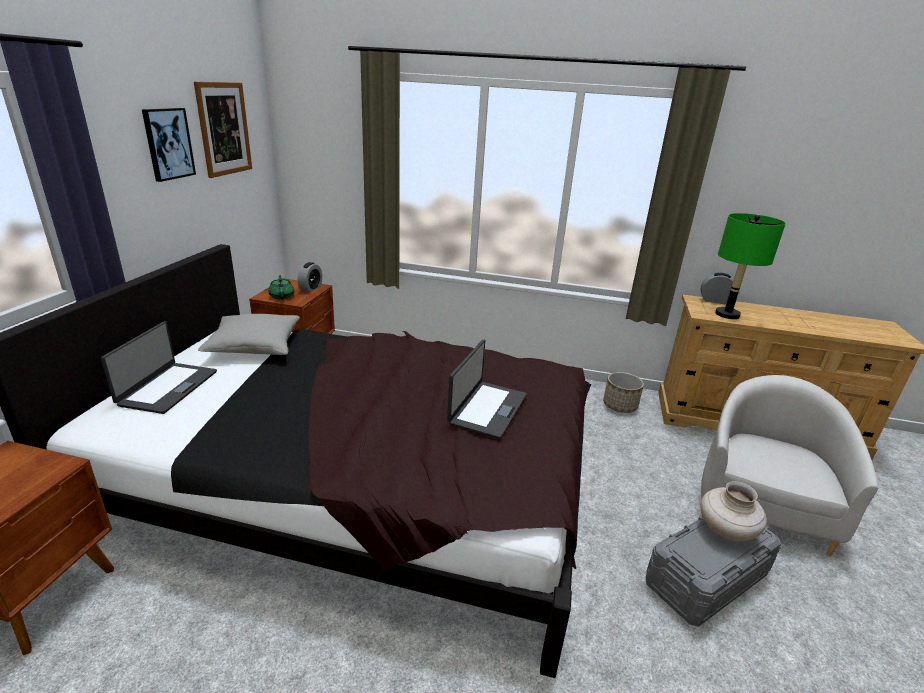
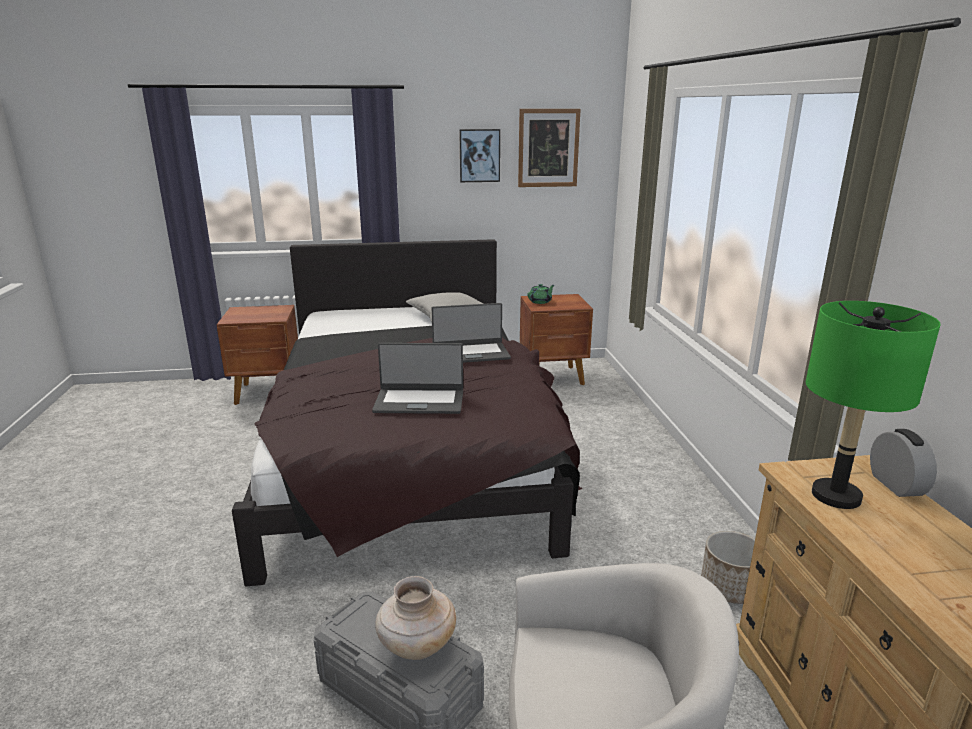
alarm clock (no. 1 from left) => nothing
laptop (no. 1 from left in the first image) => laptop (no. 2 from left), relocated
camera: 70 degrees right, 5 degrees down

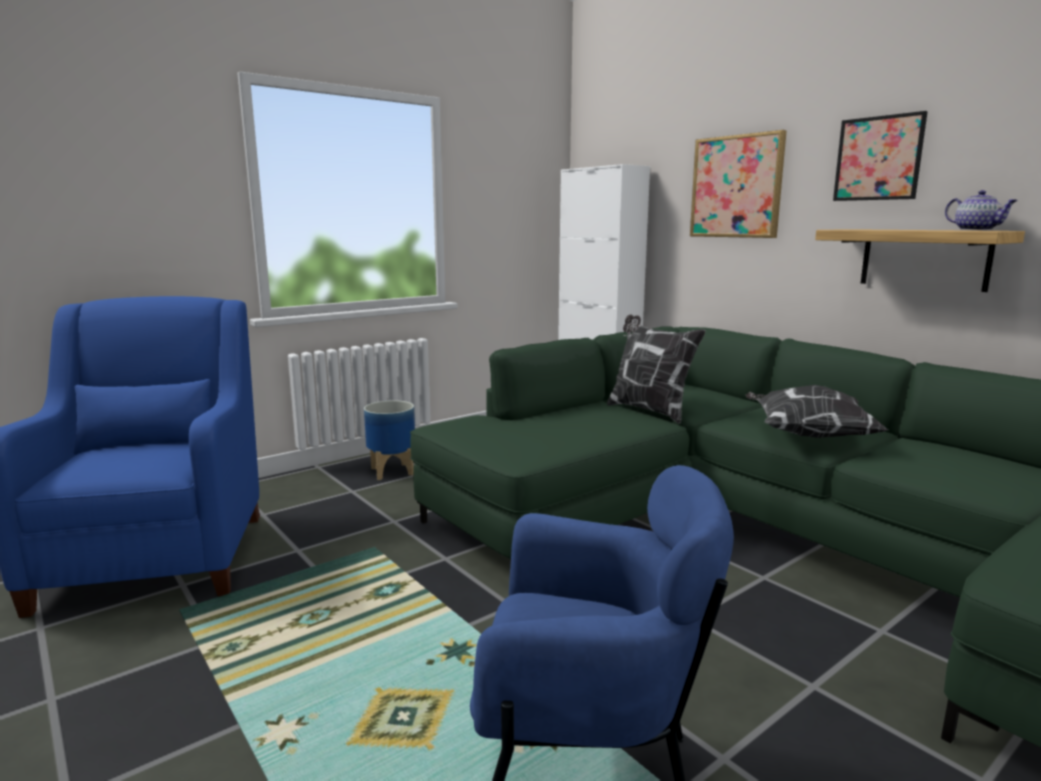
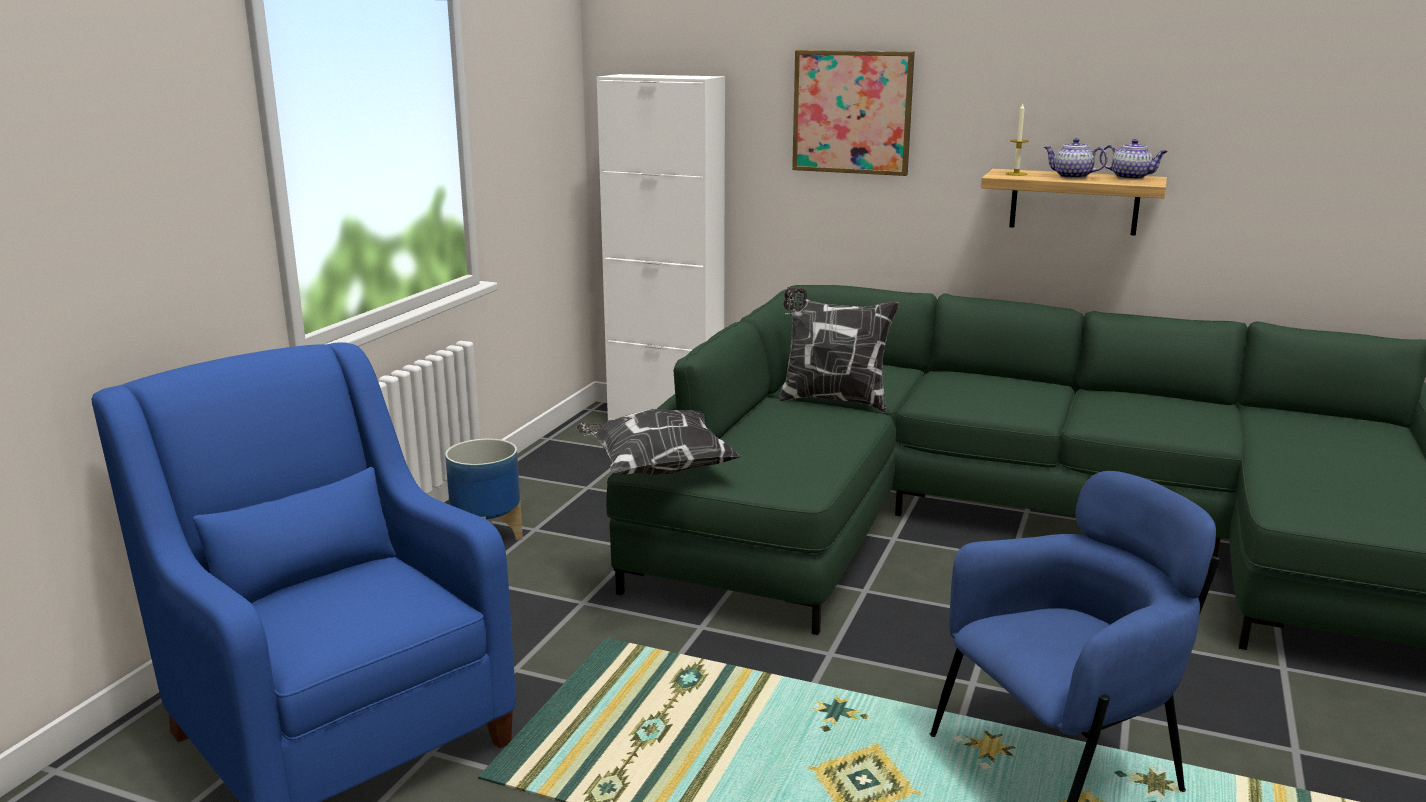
picture (no. 2 from left) => nothing
pillow (no. 2 from left in the first image) => pillow (no. 1 from left), relocated
nothing => candle
nothing => teapot (no. 1 from left)
camera: 30 degrees left, 5 degrees up

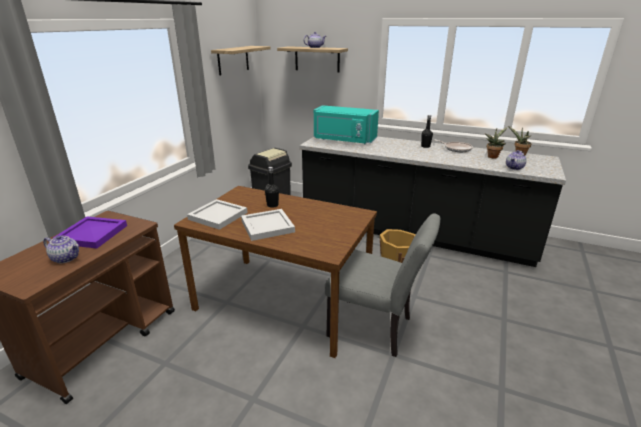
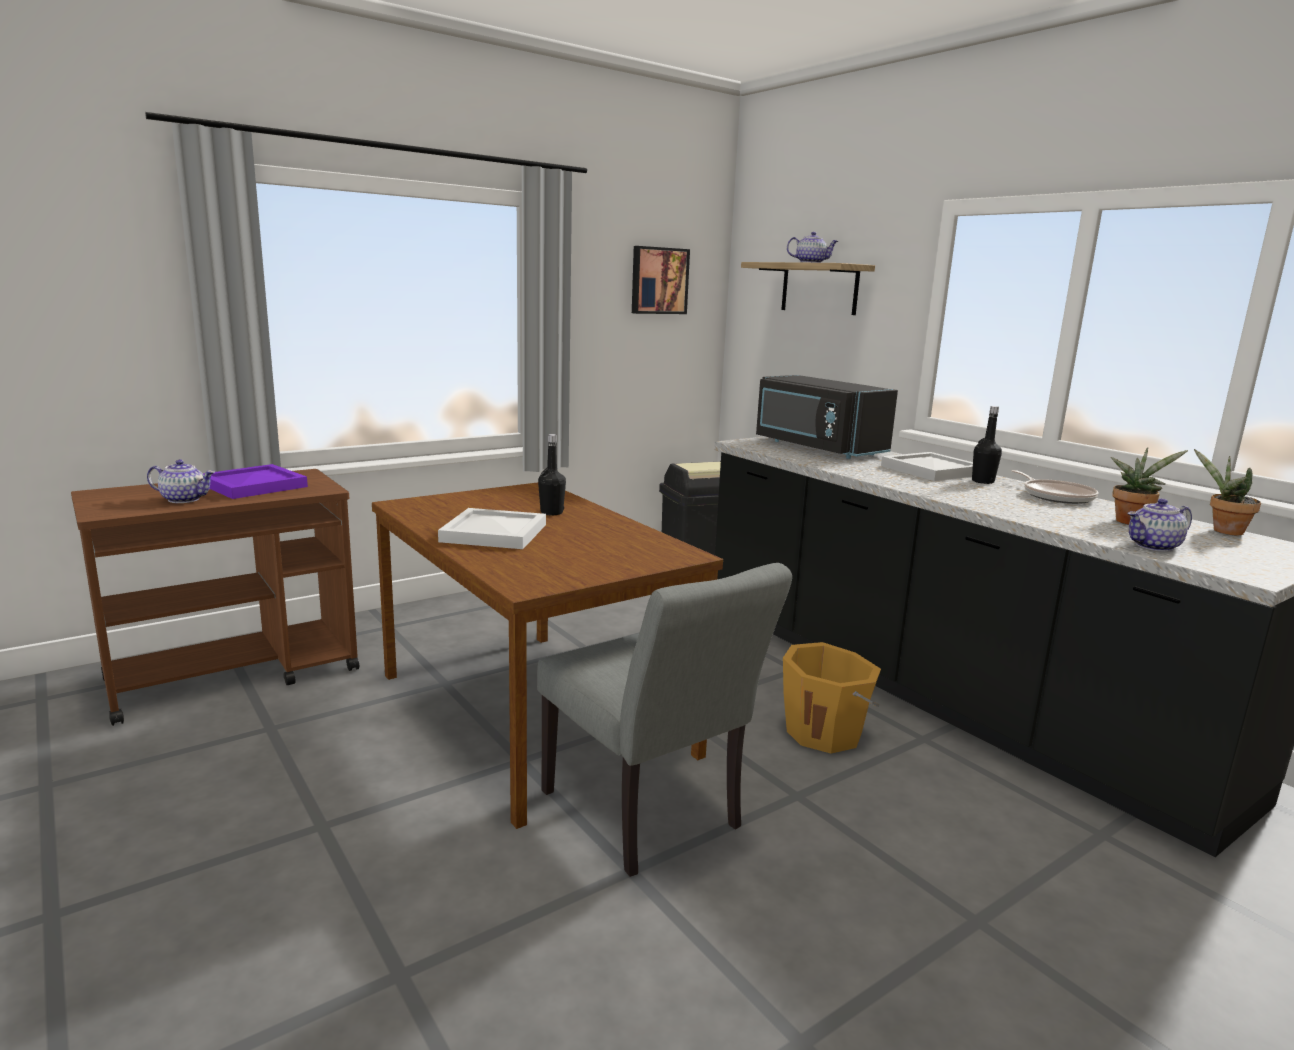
shelf (no. 1 from left) => picture
turquoise microwave => black microwave
white tray (no. 1 from left in the first image) => white tray (no. 2 from left), relocated
teapot (no. 1 from left), 45 degrees counterclockwise
camera: 30 degrees right, 10 degrees down

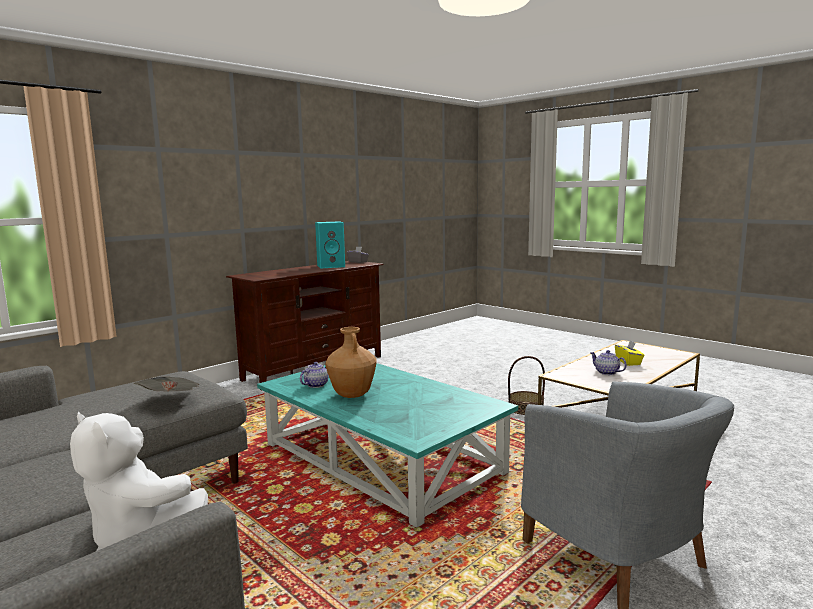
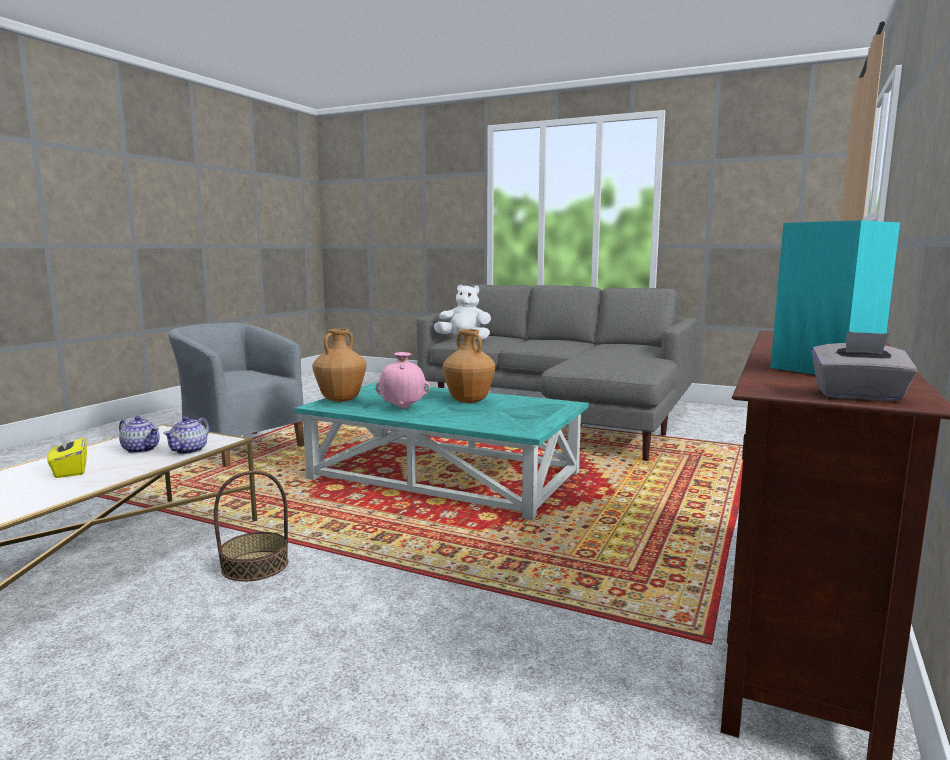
teapot (no. 1 from left in the first image) => teapot (no. 2 from left), relocated
newspaper => nothing
nothing => brown vase (no. 1 from left)
nothing => pink vase
camera: 160 degrees right, 0 degrees up

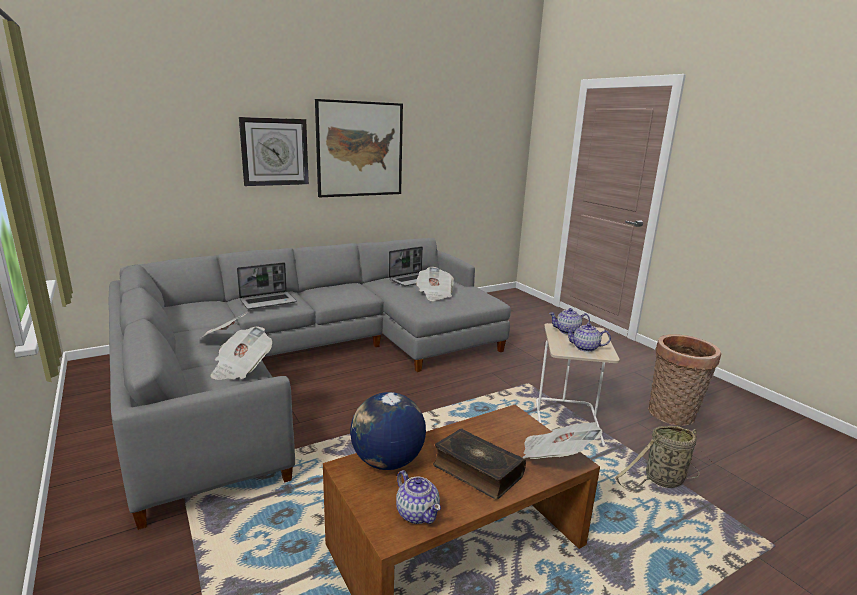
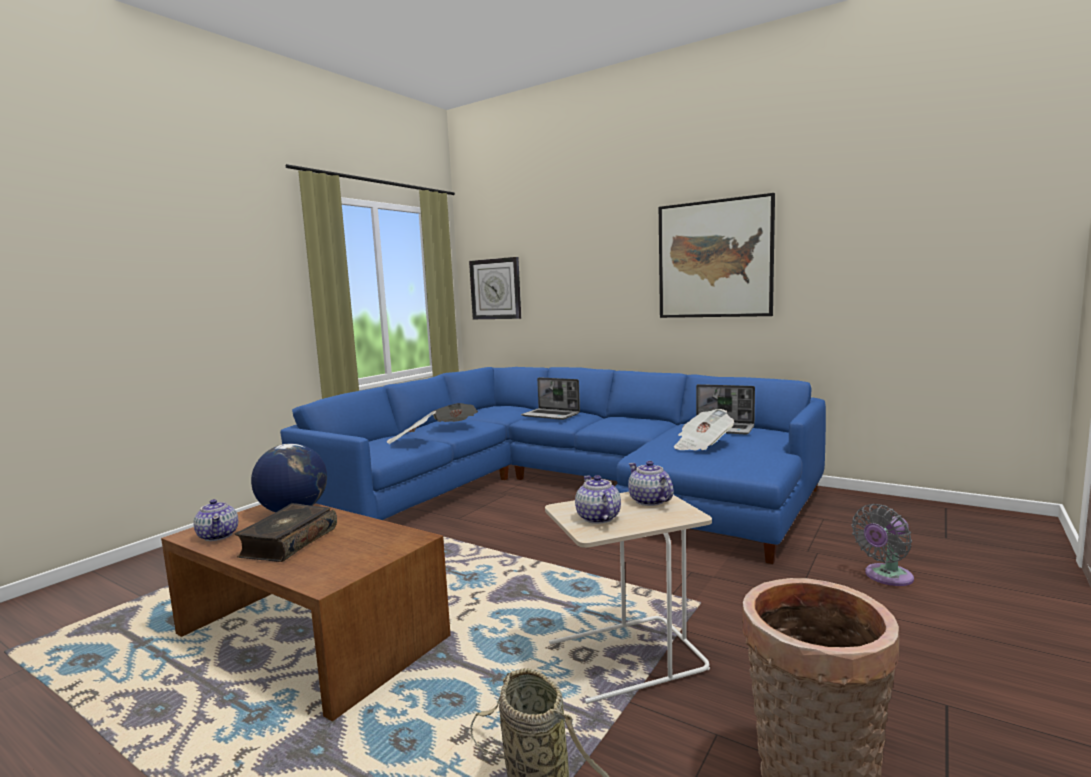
wall clock, relocated
grey sofa => blue sofa
newspaper (no. 4 from left) => nothing
teapot (no. 1 from left), 60 degrees counterclockwise
nothing => grey fan
camera: 65 degrees right, 10 degrees down

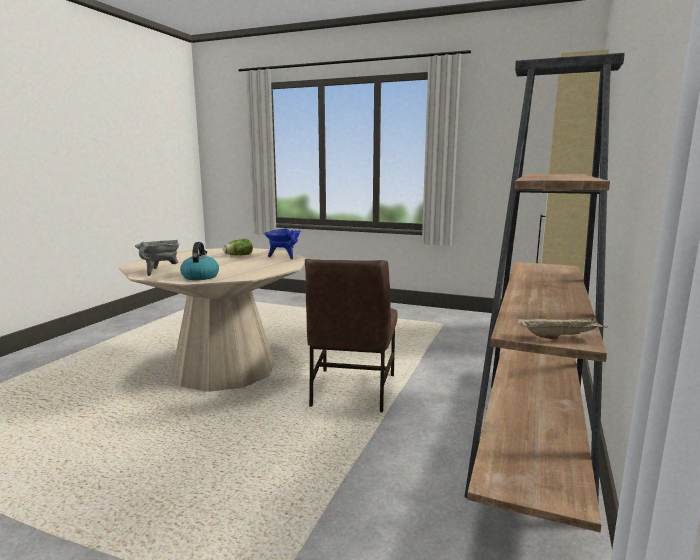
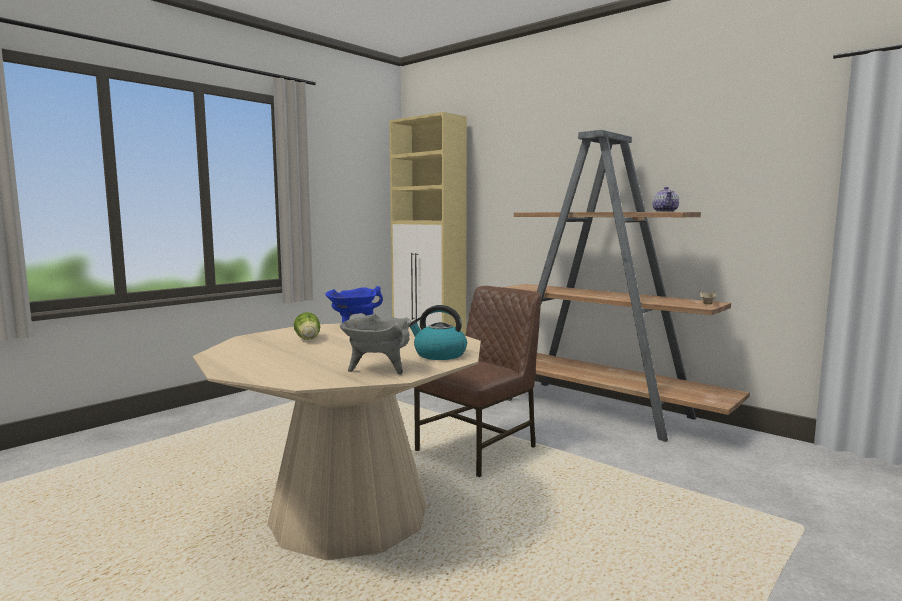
brown chair, 75 degrees counterclockwise
nothing => teapot
camera: 70 degrees left, 5 degrees down

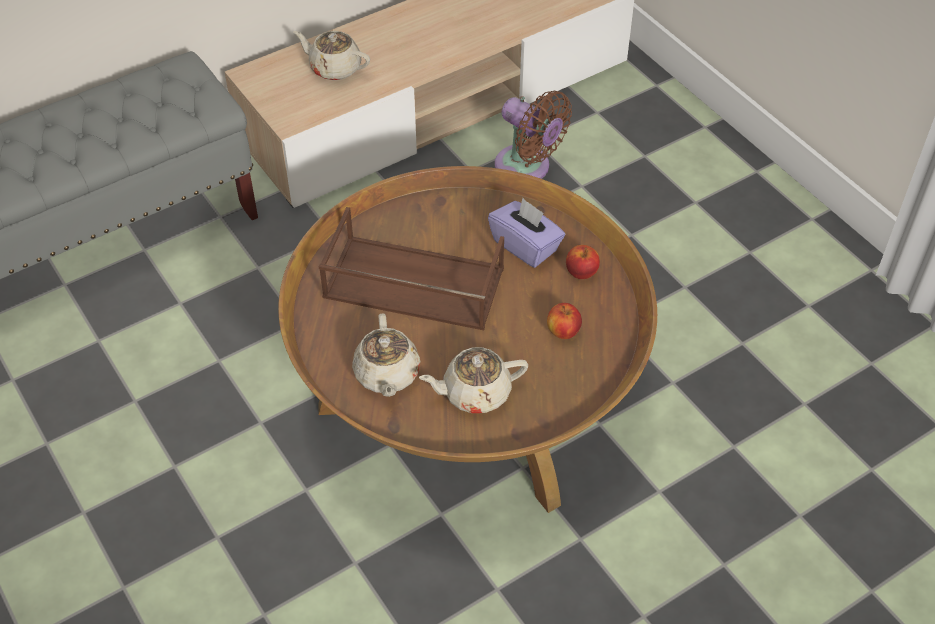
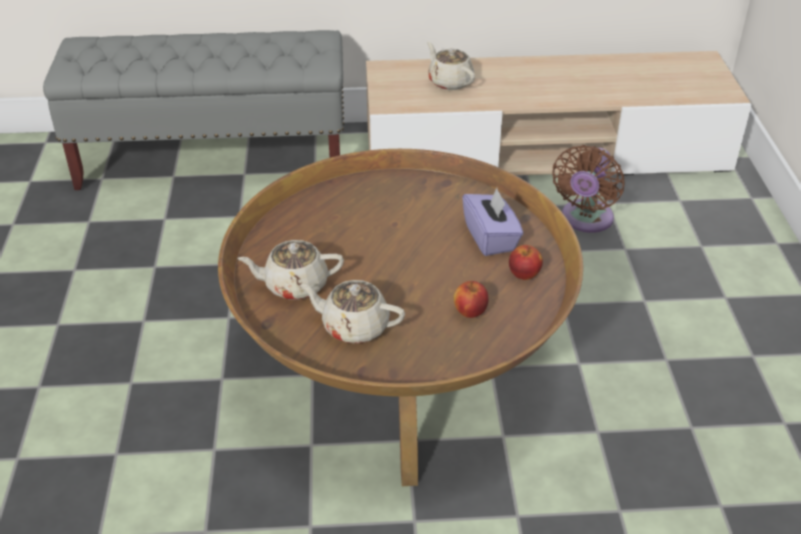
brown fan, 45 degrees clockwise
brown tray => nothing
beige teapot (no. 2 from left in the first image) => beige teapot (no. 1 from left), 60 degrees clockwise
camera: 30 degrees right, 10 degrees down

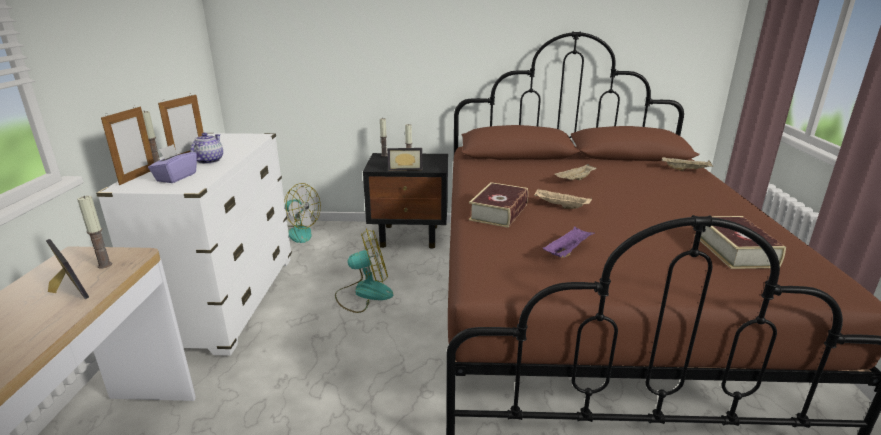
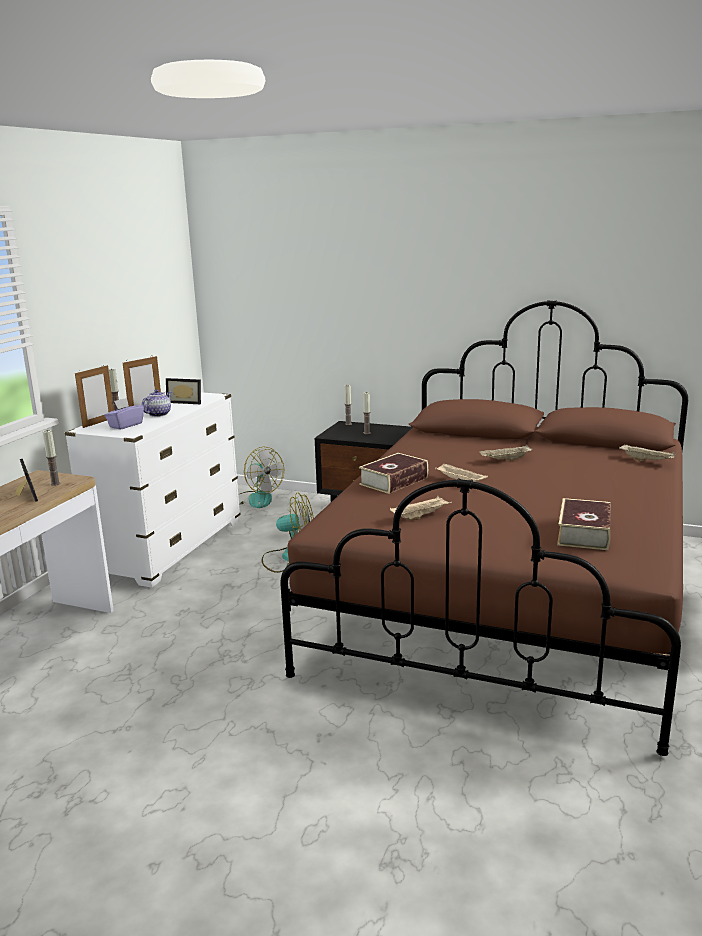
picture frame (no. 4 from left), relocated
purple tray => beige tray (no. 1 from left)
camera: 20 degrees right, 5 degrees down

